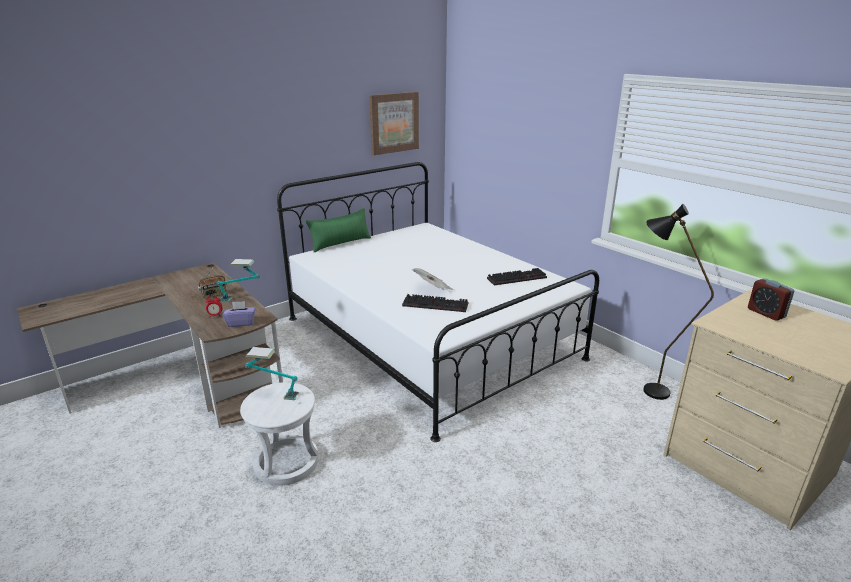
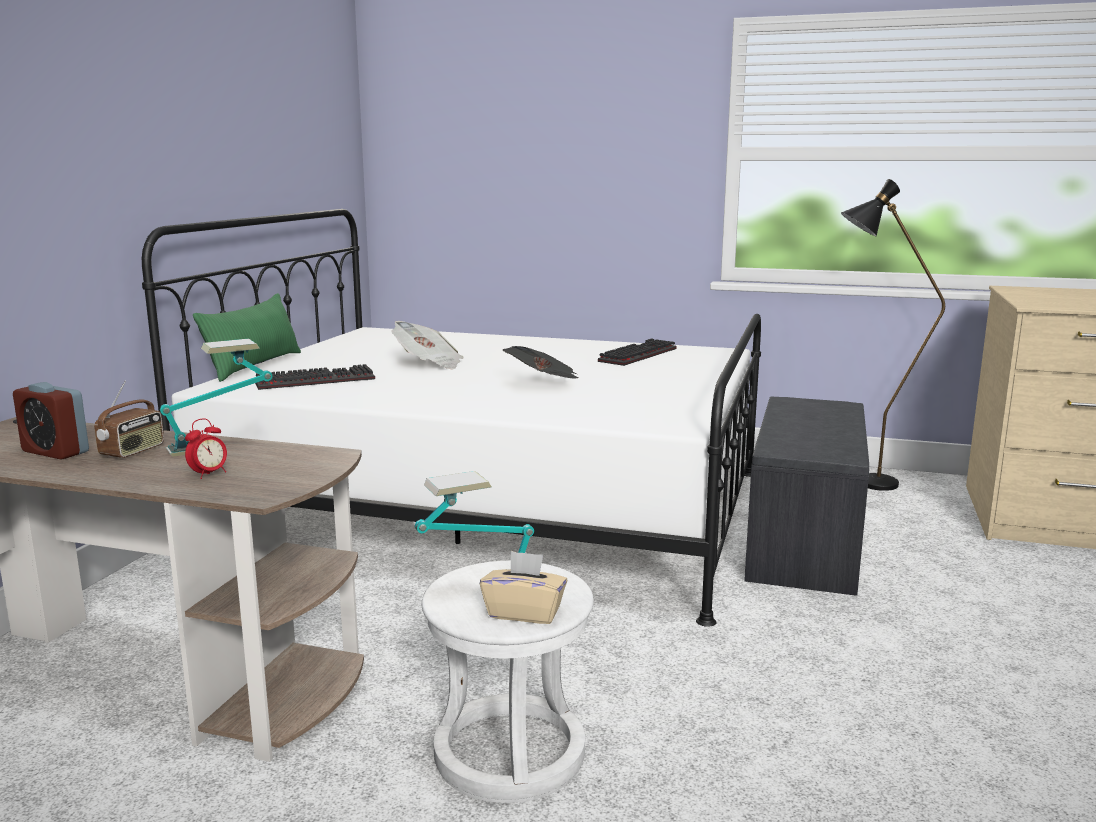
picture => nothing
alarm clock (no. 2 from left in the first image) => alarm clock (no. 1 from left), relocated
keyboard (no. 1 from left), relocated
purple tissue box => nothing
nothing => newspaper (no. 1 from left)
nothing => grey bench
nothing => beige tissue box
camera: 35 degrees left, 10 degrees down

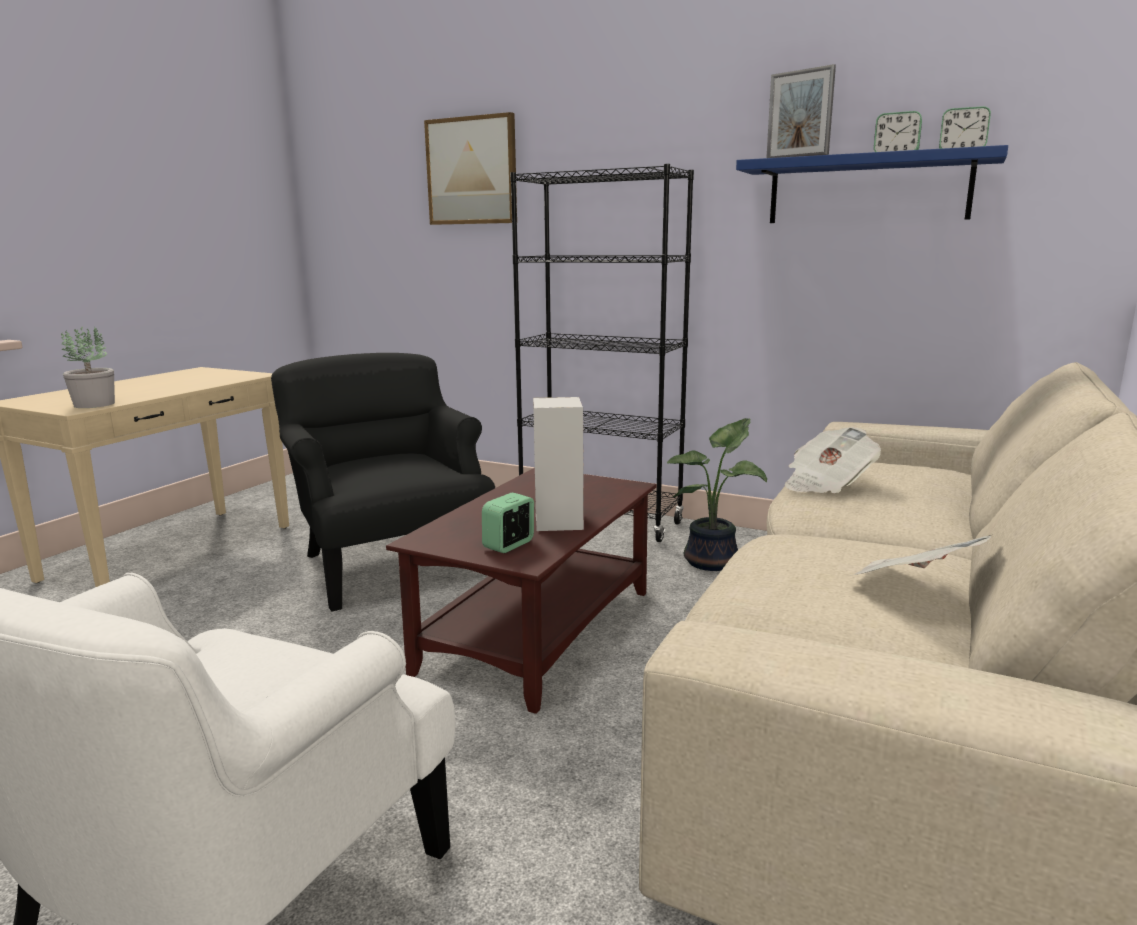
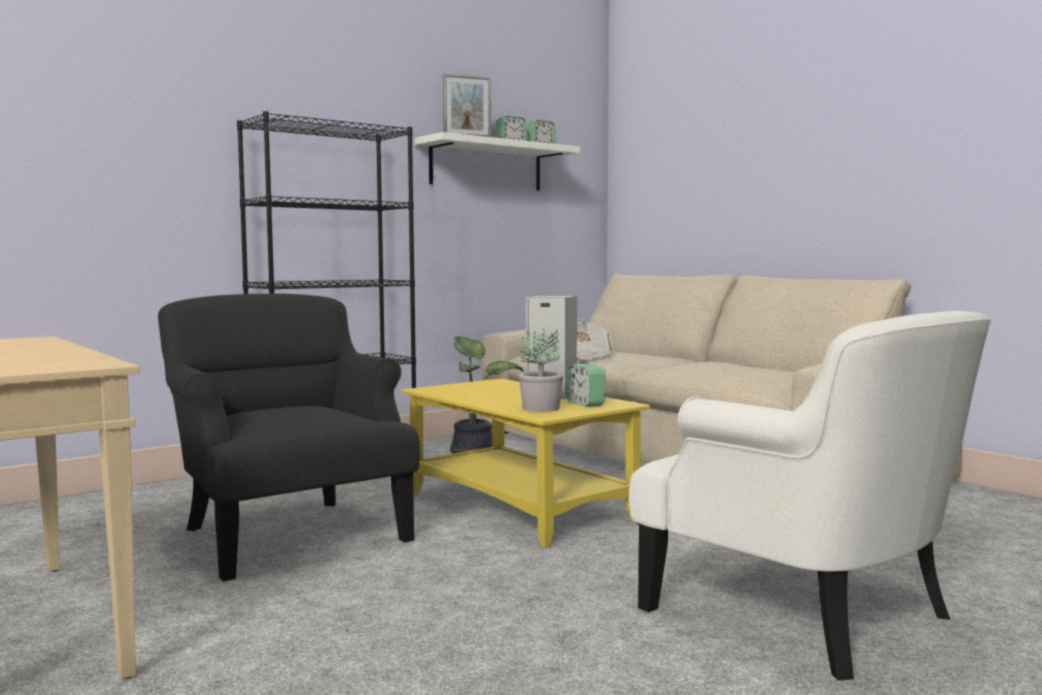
picture => nothing
blue shelf => white shelf
potted plant (no. 1 from left in the first image) => potted plant (no. 2 from left), relocated
black armchair, 60 degrees clockwise
brown coffee table => yellow coffee table
newspaper (no. 2 from left) => nothing
camera: 65 degrees left, 10 degrees down

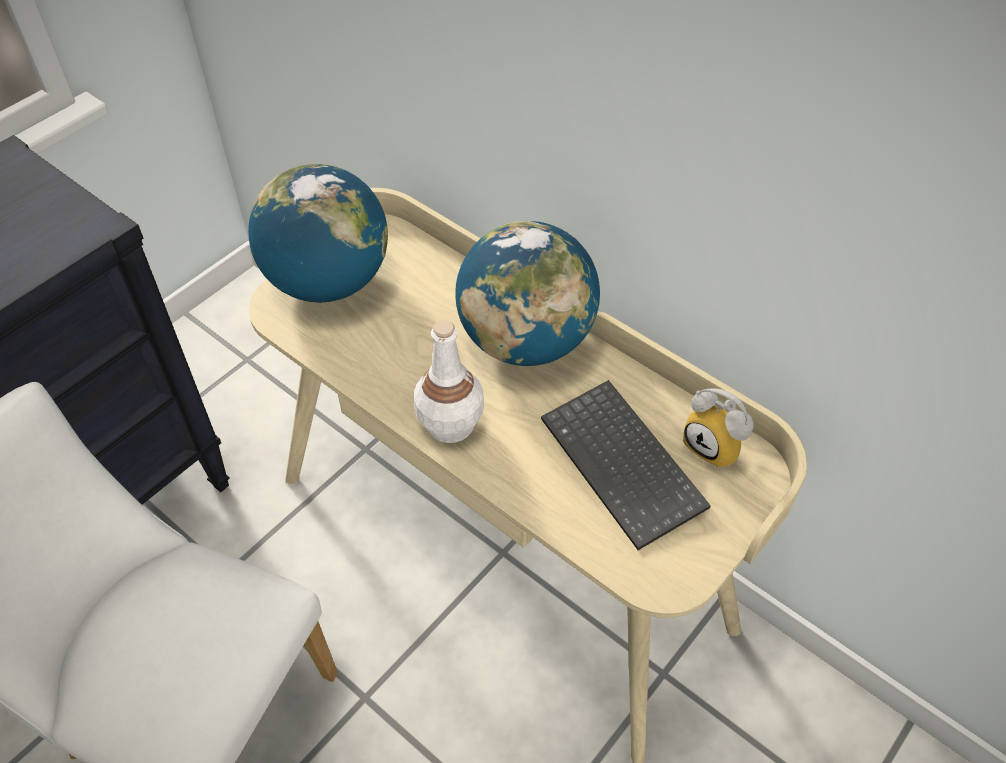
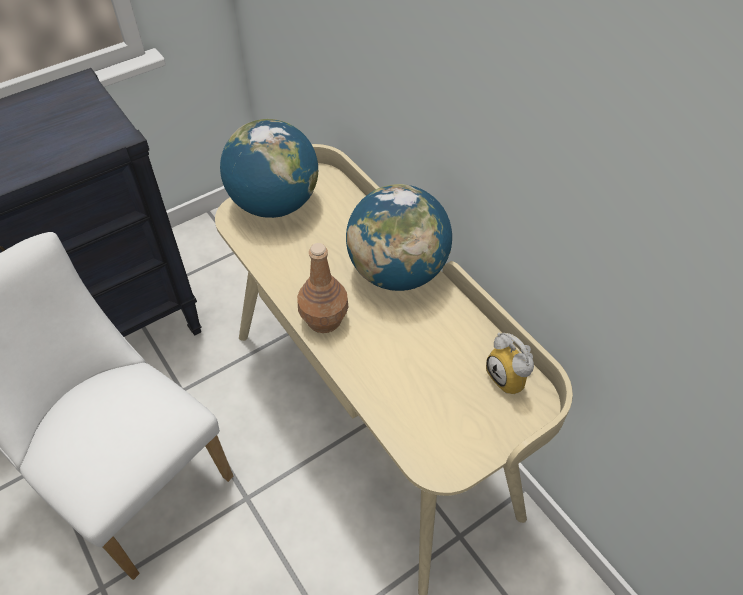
white bottle => brown bottle
keyboard => nothing
camera: 15 degrees right, 0 degrees up

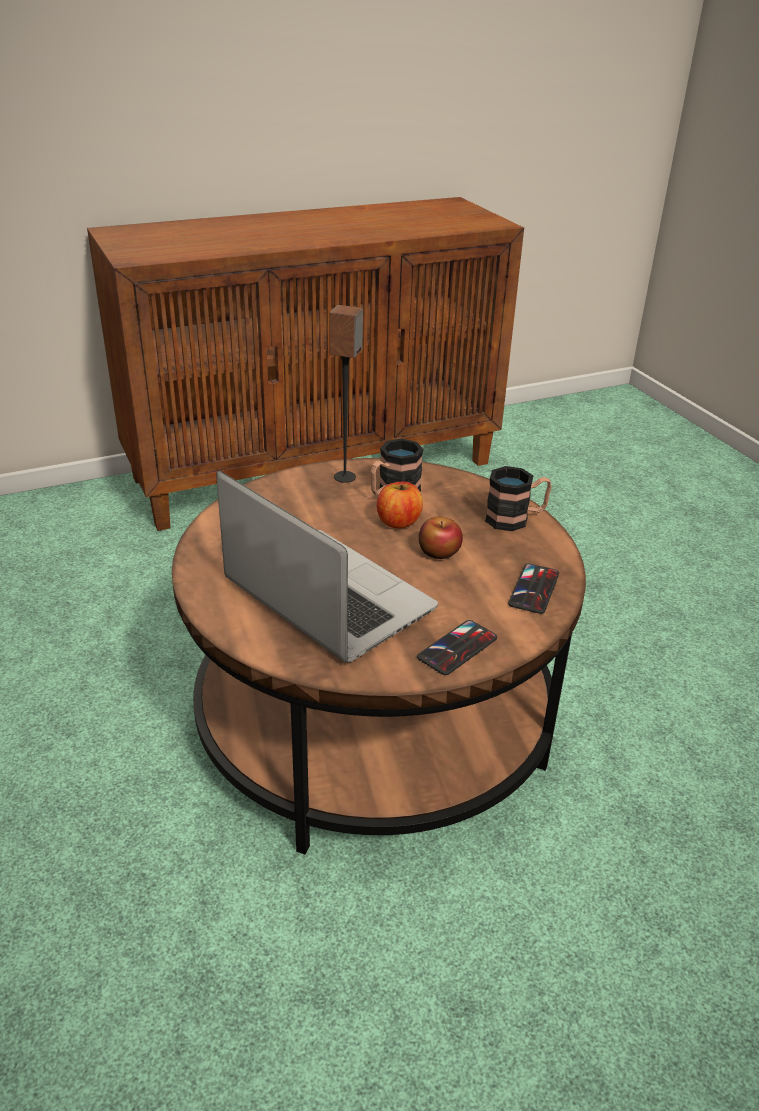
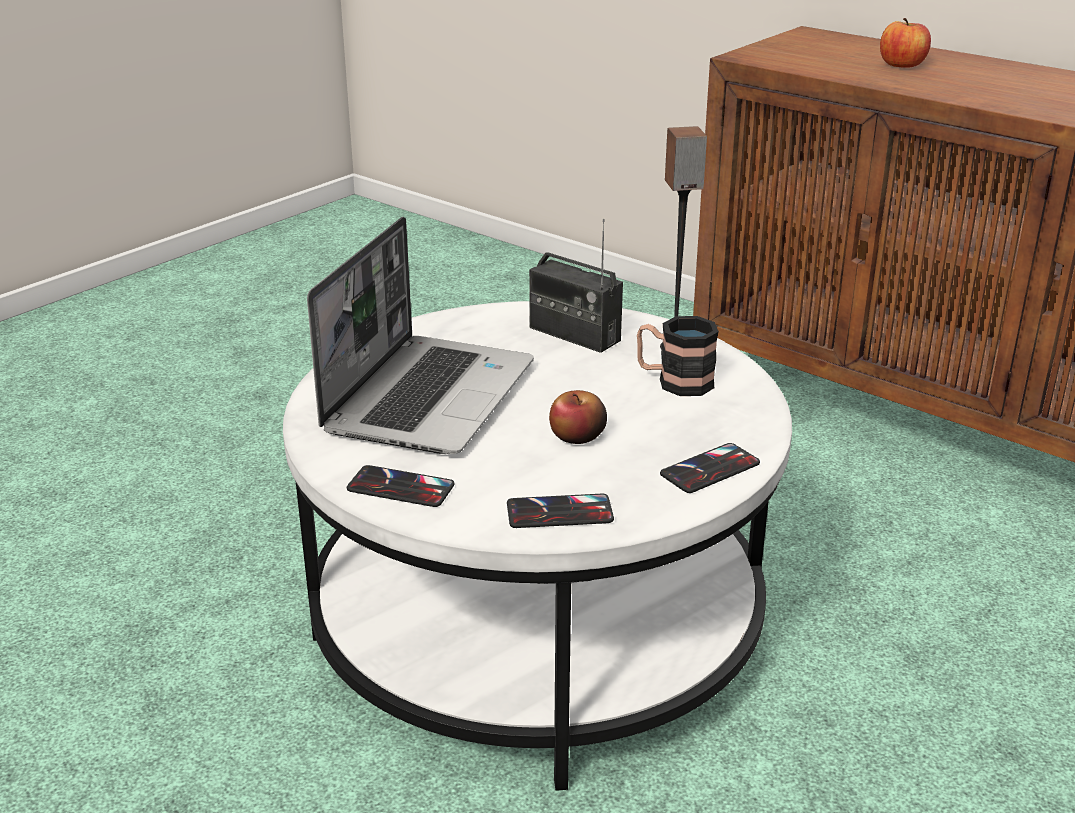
brown coffee table => white coffee table
mug (no. 2 from left) => phone (no. 3 from left)
apple (no. 1 from left in the first image) => apple (no. 2 from left), relocated
nothing => radio
camera: 65 degrees right, 5 degrees down

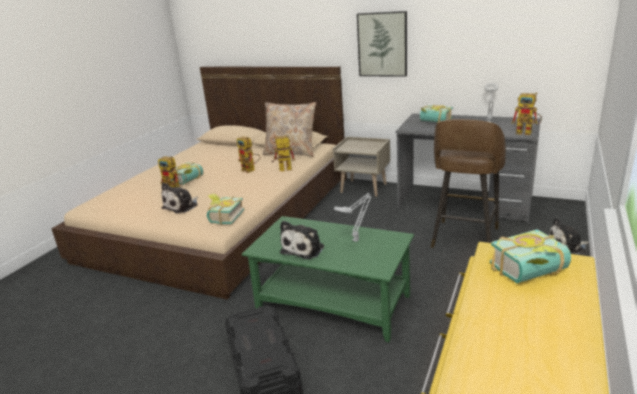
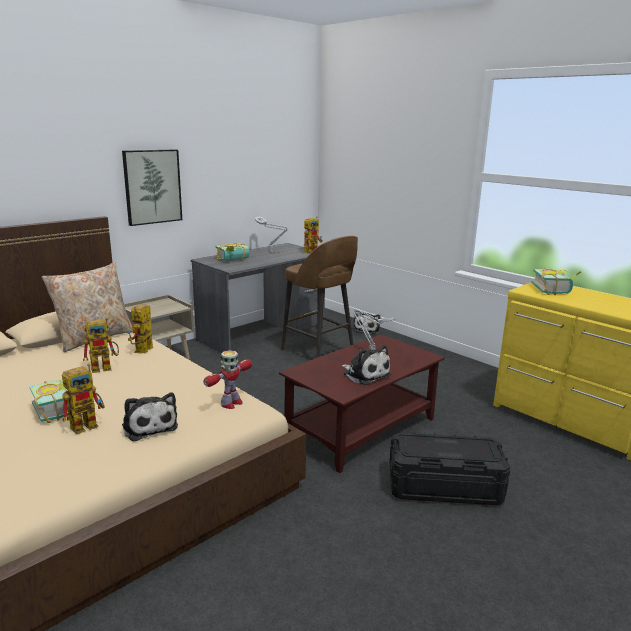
book (no. 2 from left) => toy robot (no. 4 from left)
green coffee table => brown coffee table
camera: 70 degrees left, 5 degrees down

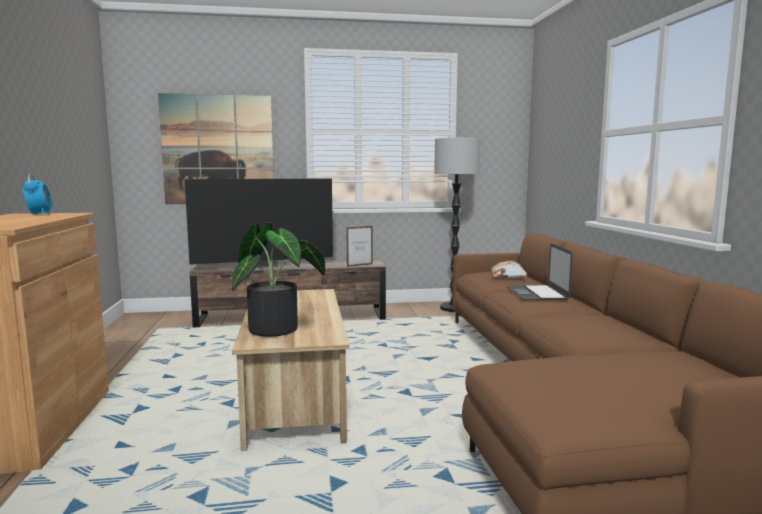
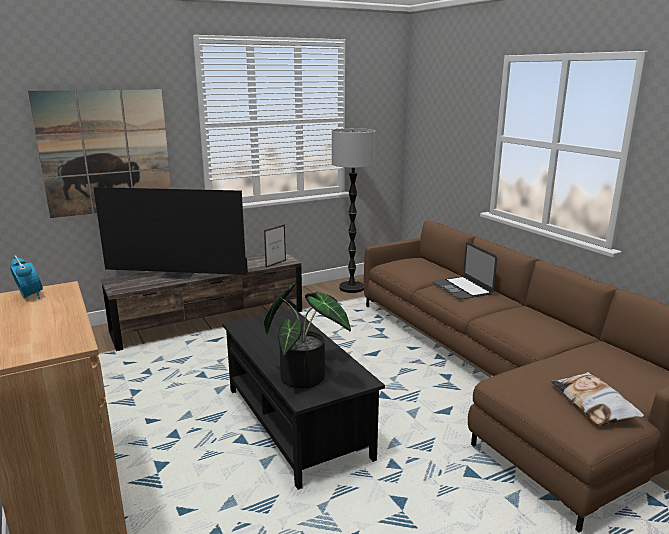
television, 45 degrees clockwise
pillow, relocated
beige coffee table => black coffee table
camera: 20 degrees left, 10 degrees up

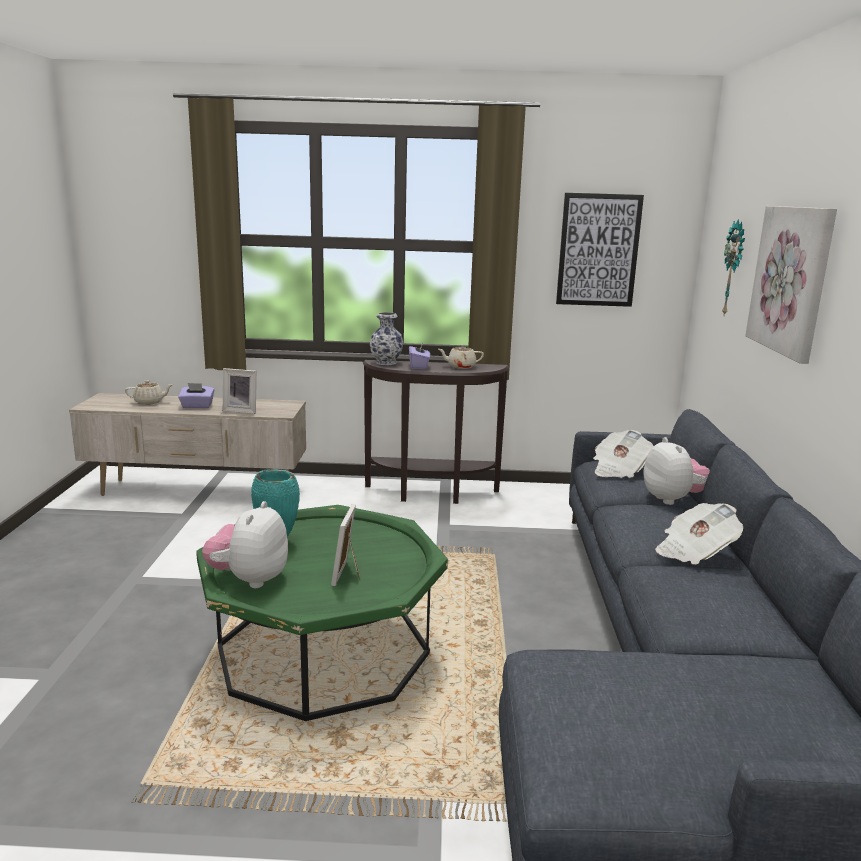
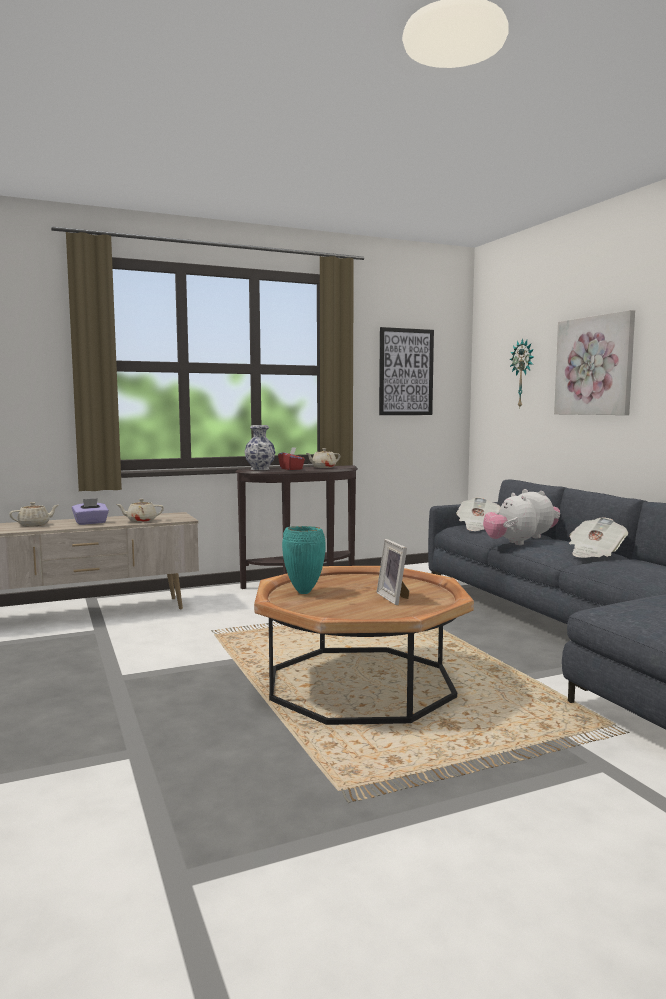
purple tissue box (no. 2 from left) => red tissue box
picture frame (no. 1 from left) => beige teapot (no. 2 from left)
plush toy (no. 1 from left), relocated
green coffee table => brown coffee table
camera: 25 degrees left, 10 degrees down

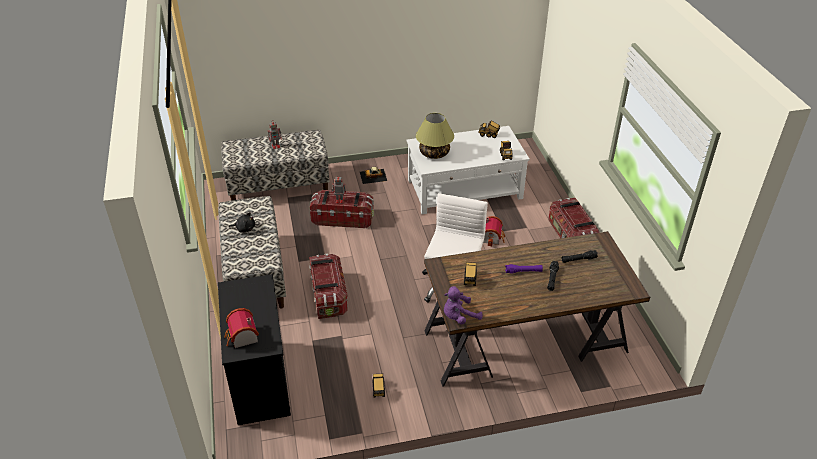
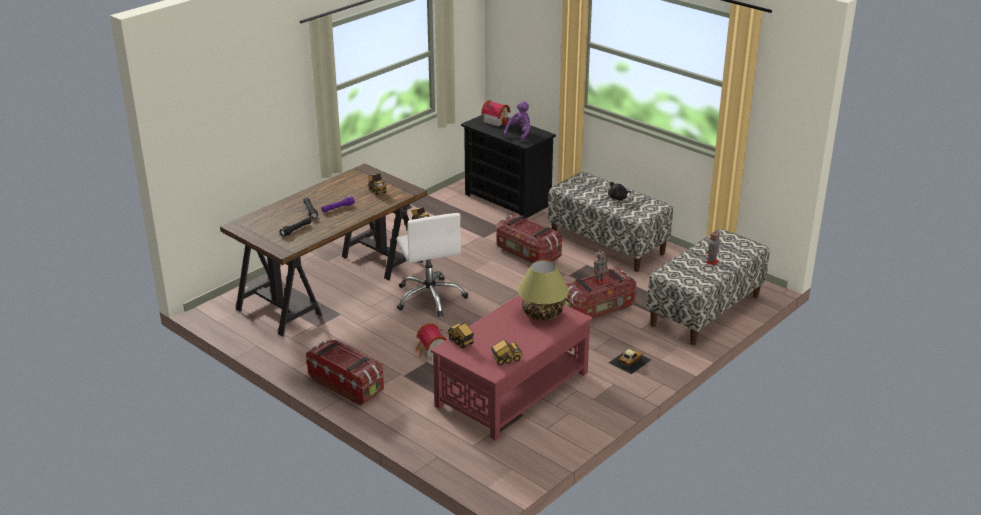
white coffee table => red coffee table
purple plush toy, relocated
camera: 145 degrees right, 10 degrees down

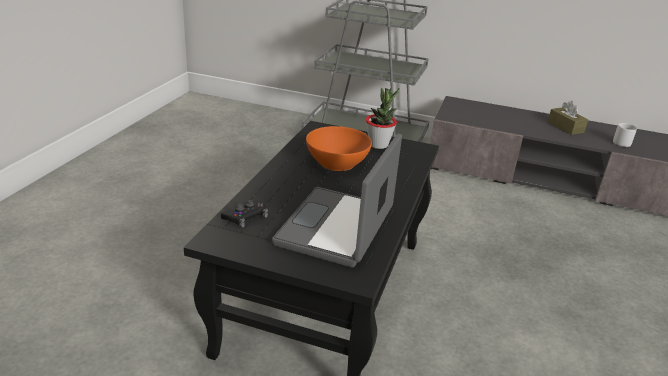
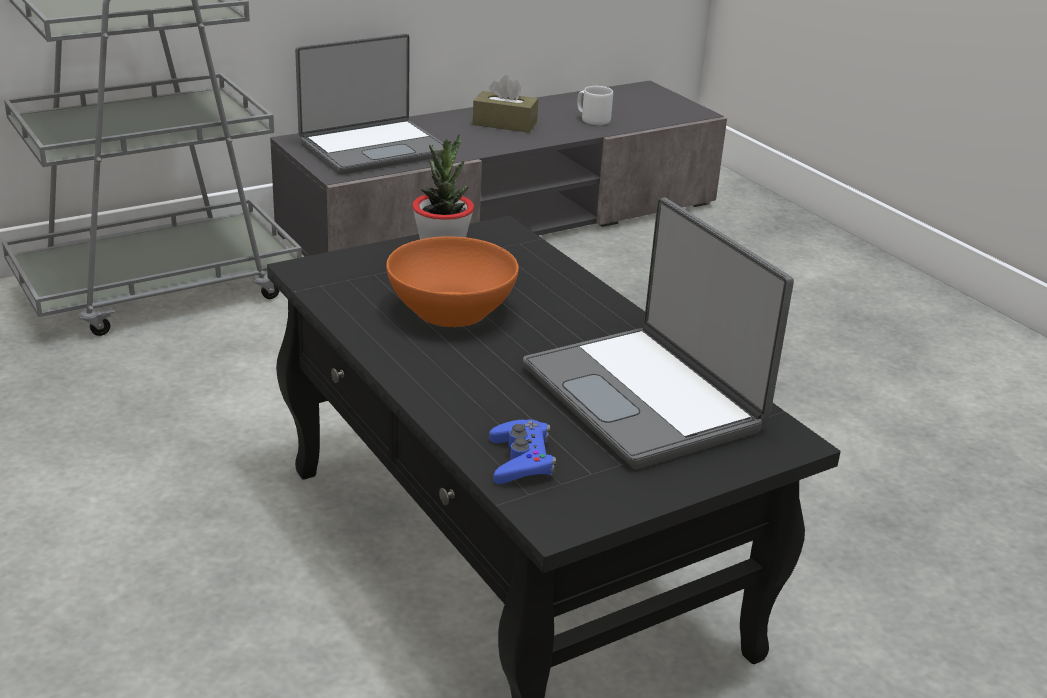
black game controller => blue game controller
nothing => laptop (no. 1 from left)
camera: 50 degrees left, 0 degrees up

